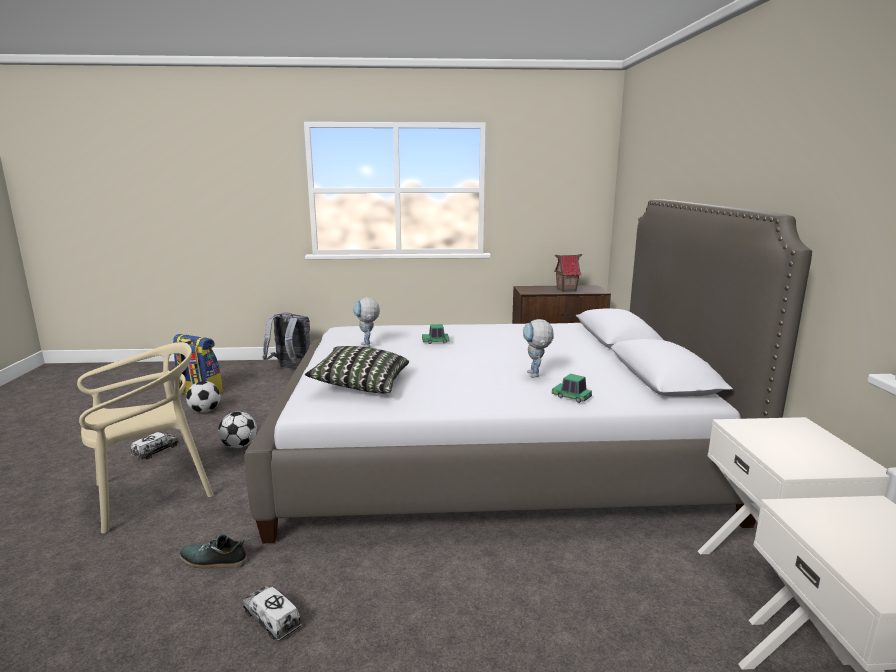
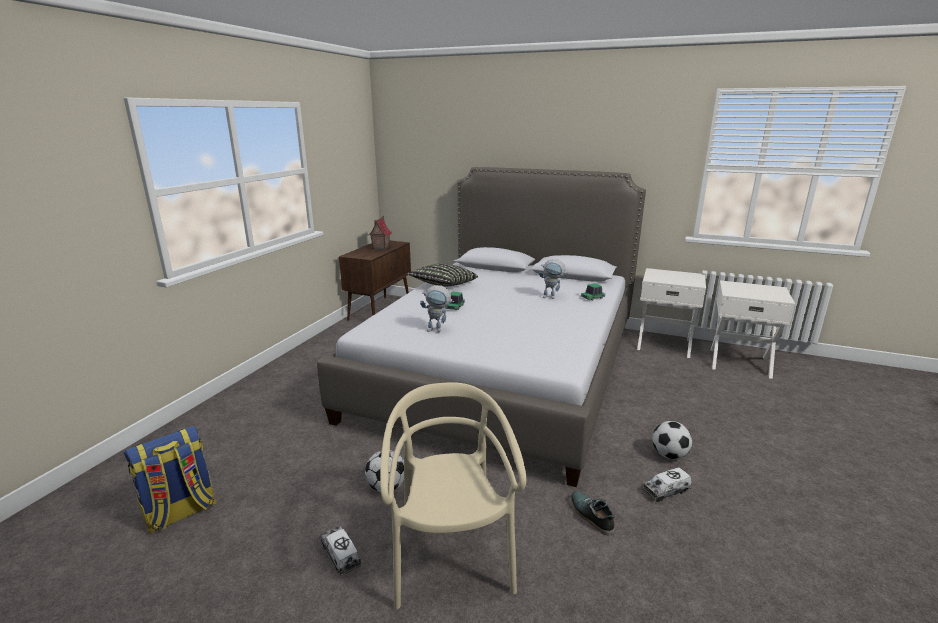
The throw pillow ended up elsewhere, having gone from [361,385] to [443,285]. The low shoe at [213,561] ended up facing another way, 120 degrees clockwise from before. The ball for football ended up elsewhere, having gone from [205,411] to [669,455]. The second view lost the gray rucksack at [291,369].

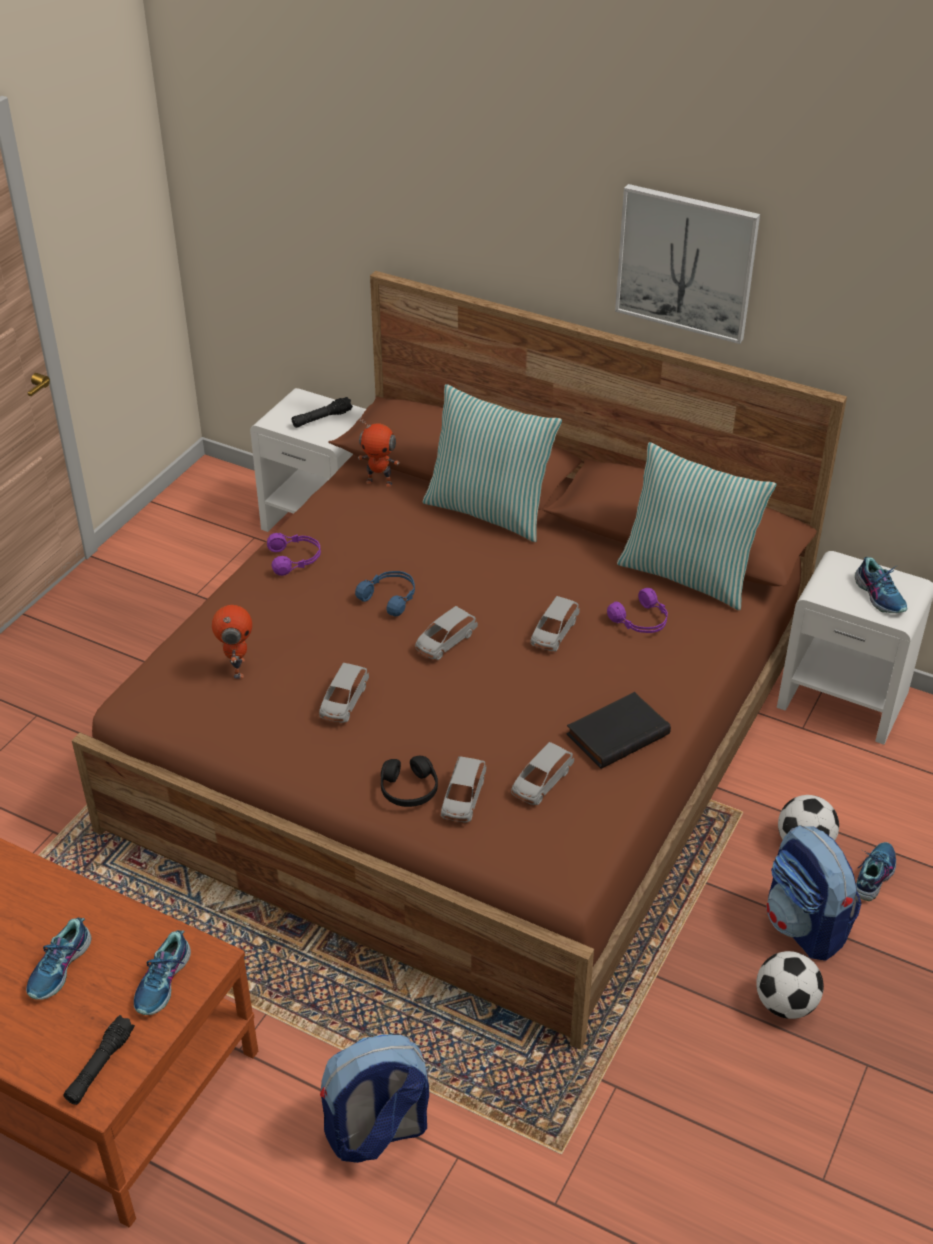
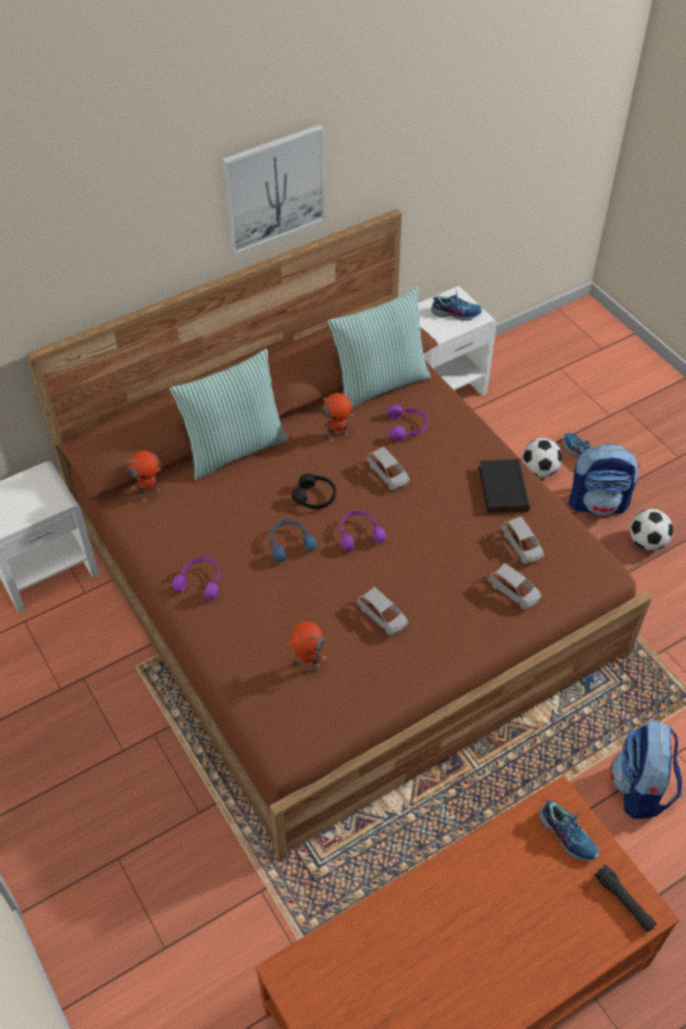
The black headphones ended up elsewhere, having gone from [409,789] to [315,496]. The second view gained the toy robot at [337,435]. Where the gray model car stood at [445,642], the purple headphones came to stand at [359,534]. The second view lost the low shoe at [60,968]. The second view lost the black hand torch at [322,419].

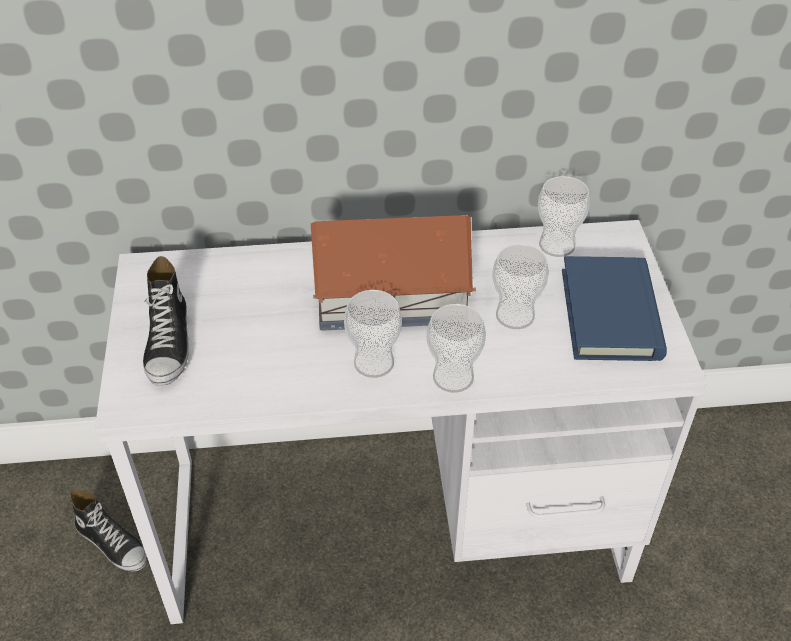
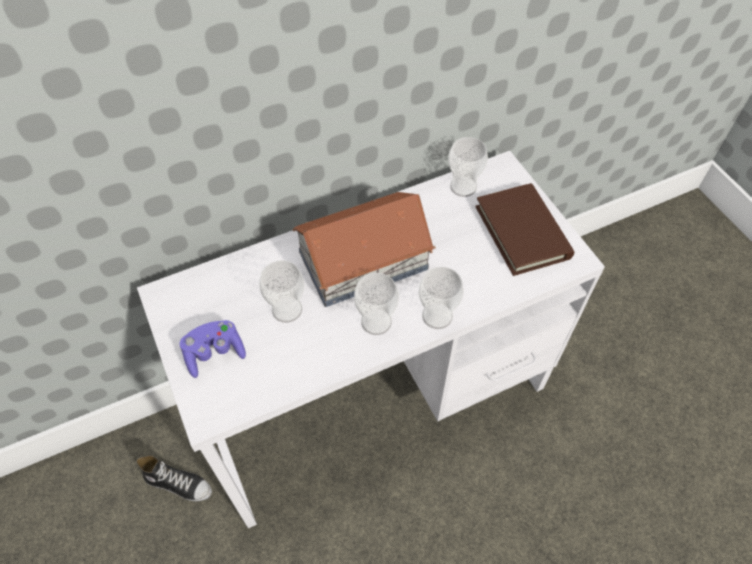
Where the low shoe stood at [169,343], the purple game controller came to stand at [214,353]. The cup ended up elsewhere, having gone from [515,315] to [287,309]. What was the blue bound book at [610,314] turned into the brownish bound book at [522,232].

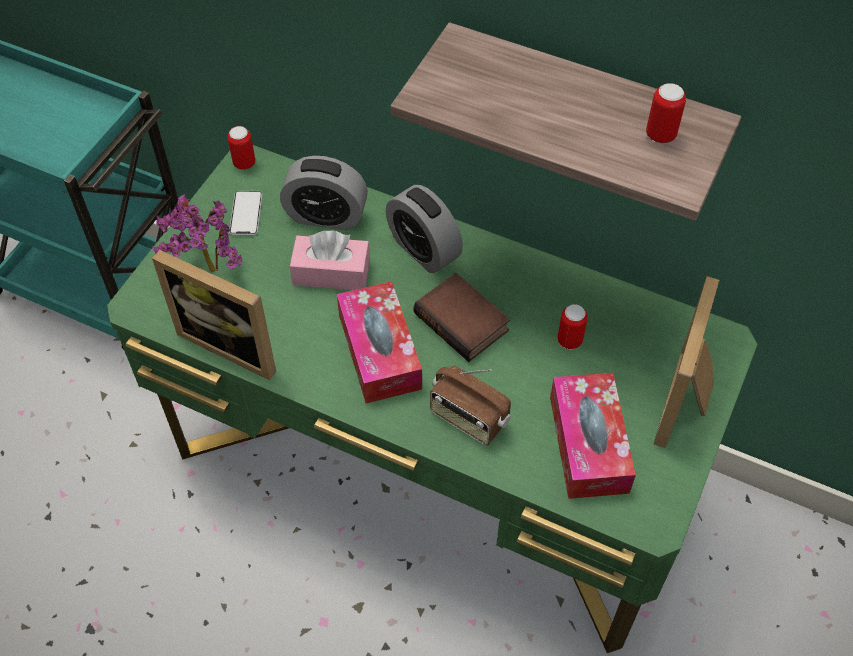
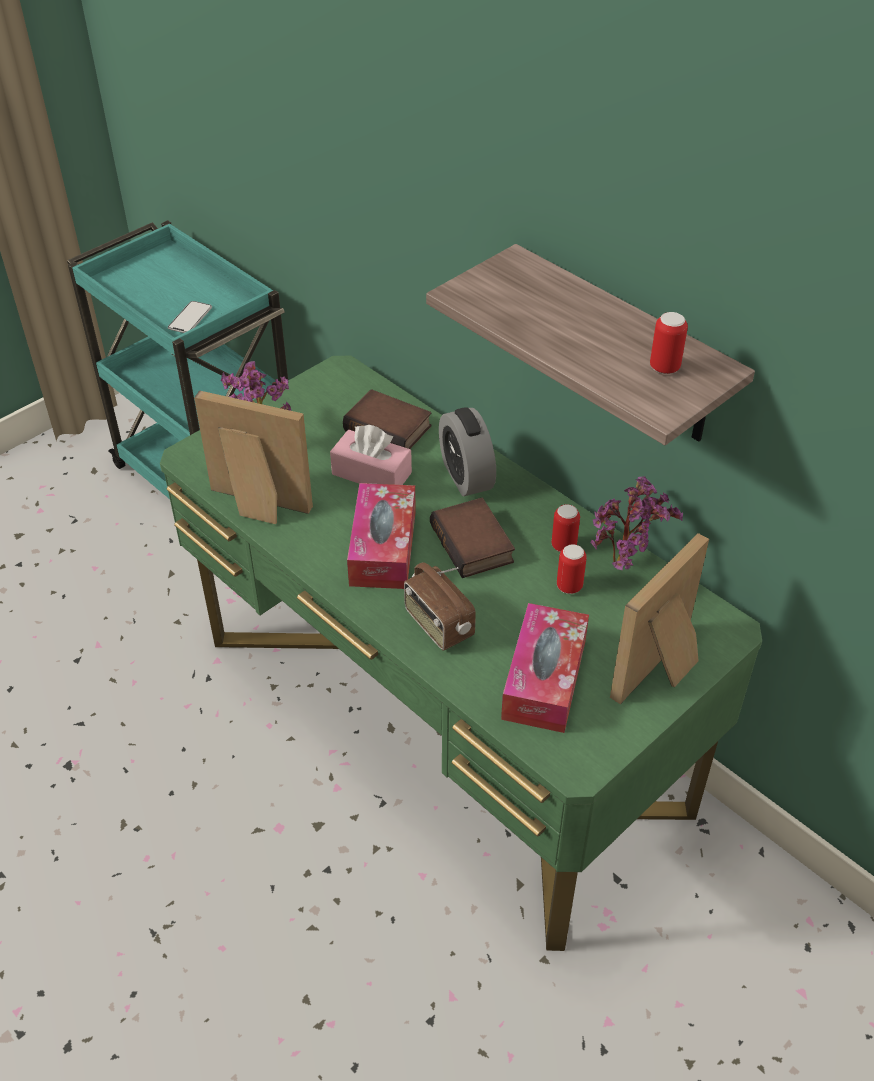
The phone ended up elsewhere, having gone from [246,214] to [190,318]. The standing frame at [233,343] ended up facing another way, 150 degrees clockwise from before. Where the bedside clock stood at [326,216], the bound book came to stand at [390,427]. The metal can ended up elsewhere, having gone from [244,163] to [563,546]. The second view gained the potted plant at [625,566].

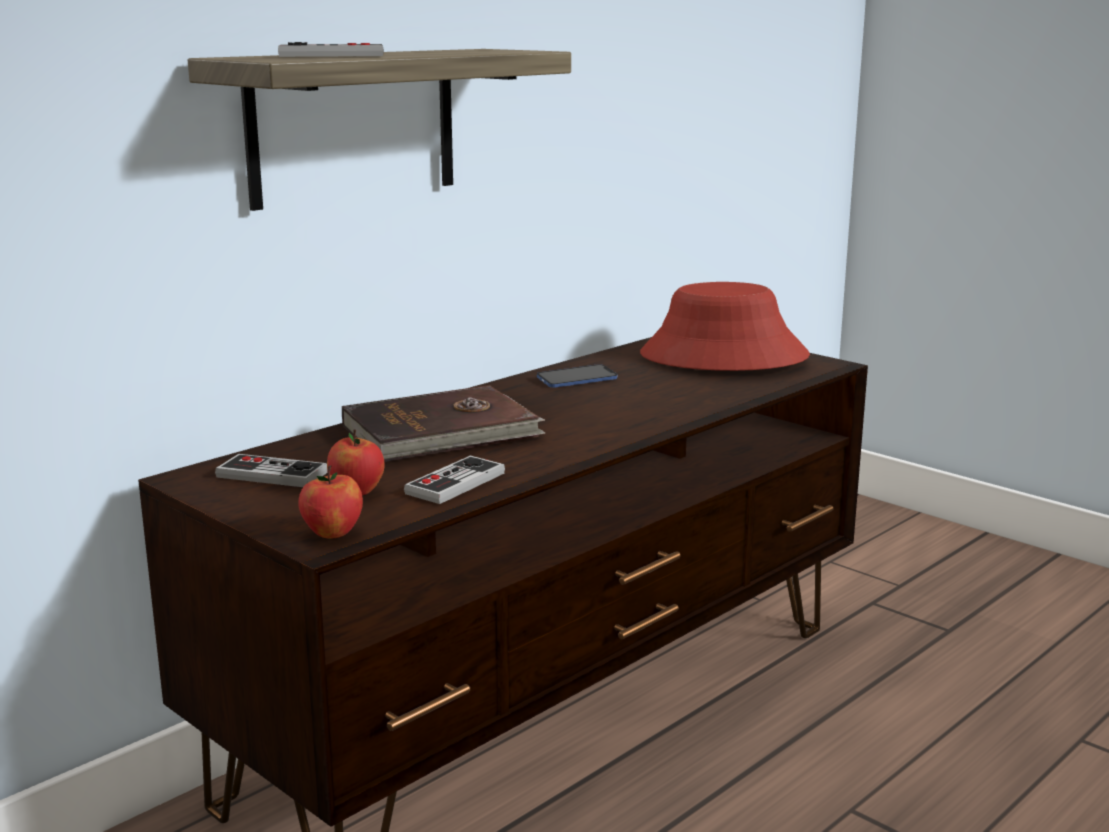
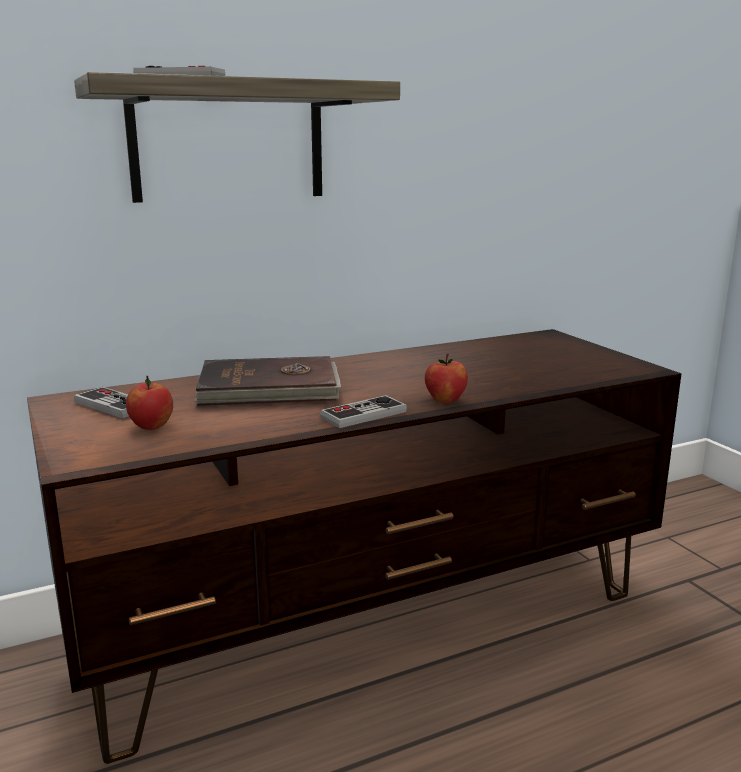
The game controller ended up elsewhere, having gone from [455,483] to [363,414]. The apple fruit ended up elsewhere, having gone from [332,533] to [445,400]. The second view lost the phone at [577,378]. The second view lost the red clothing hat at [723,357].

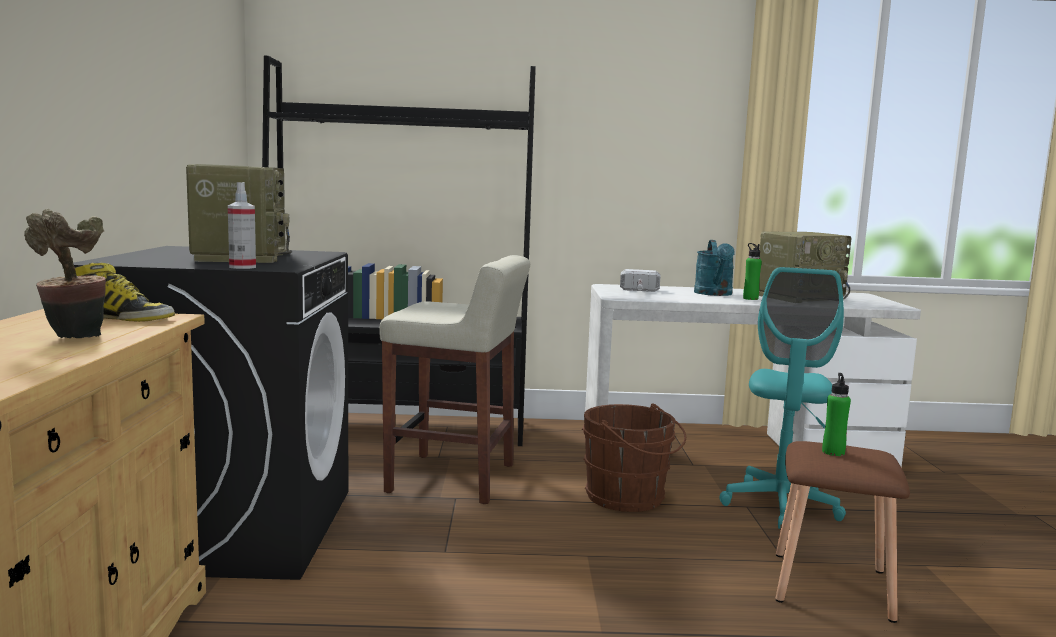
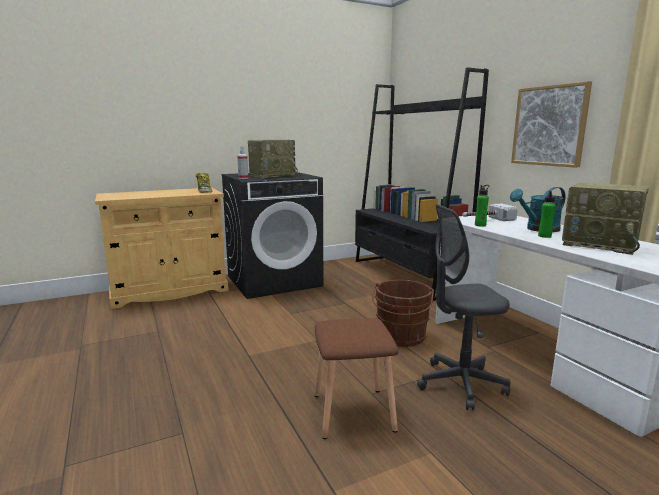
What was the turquoise desk chair at [780,506] turned into the gray desk chair at [461,384]. The green beverage bottle ended up elsewhere, having gone from [833,452] to [480,225]. The second view gained the picture at [549,126]. The second view lost the potted plant at [72,338]. The second view lost the sand-coloured stool at [454,479].

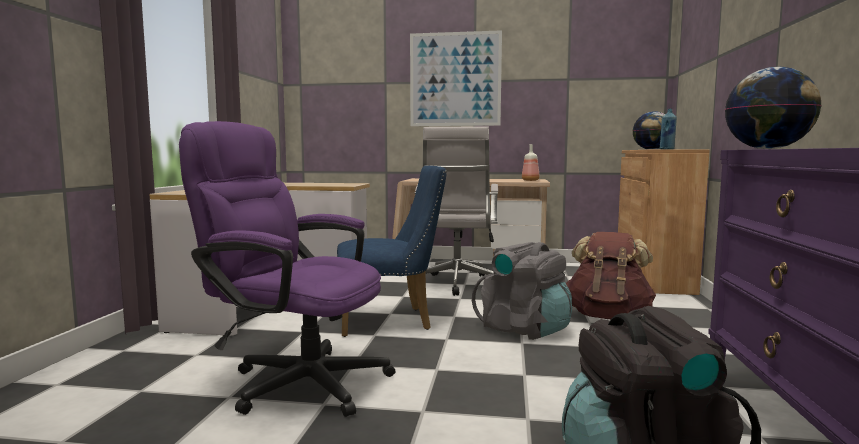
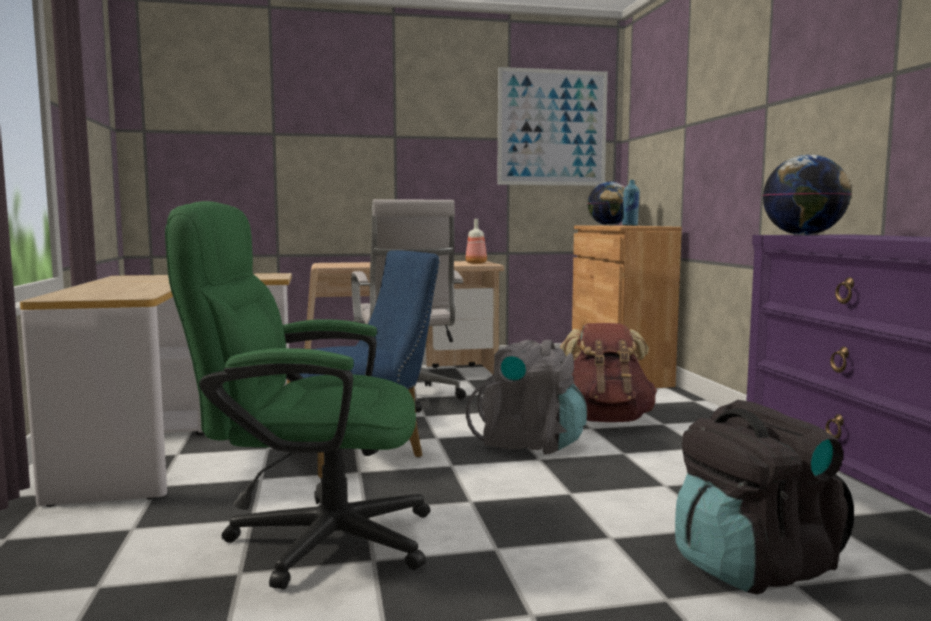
What was the purple desk chair at [296,380] turned into the green desk chair at [311,539]. The picture ended up elsewhere, having gone from [455,79] to [552,128].

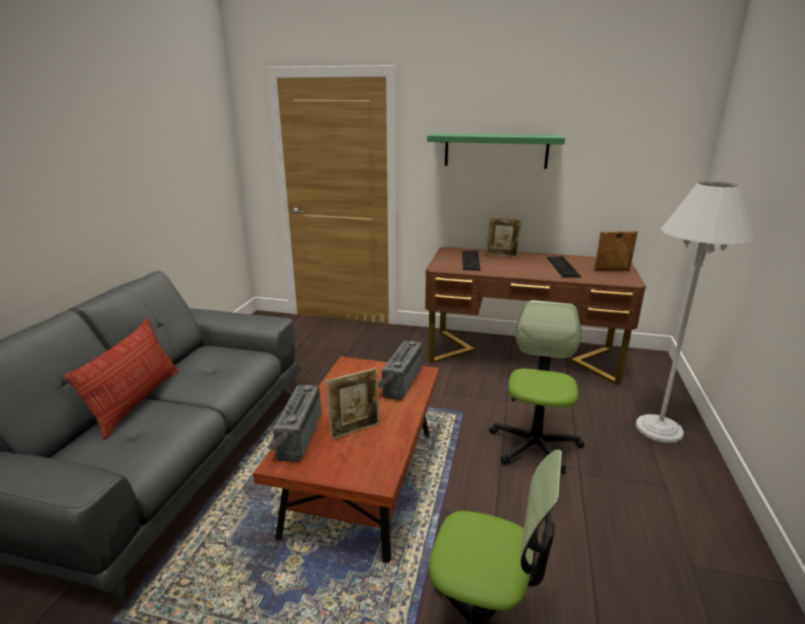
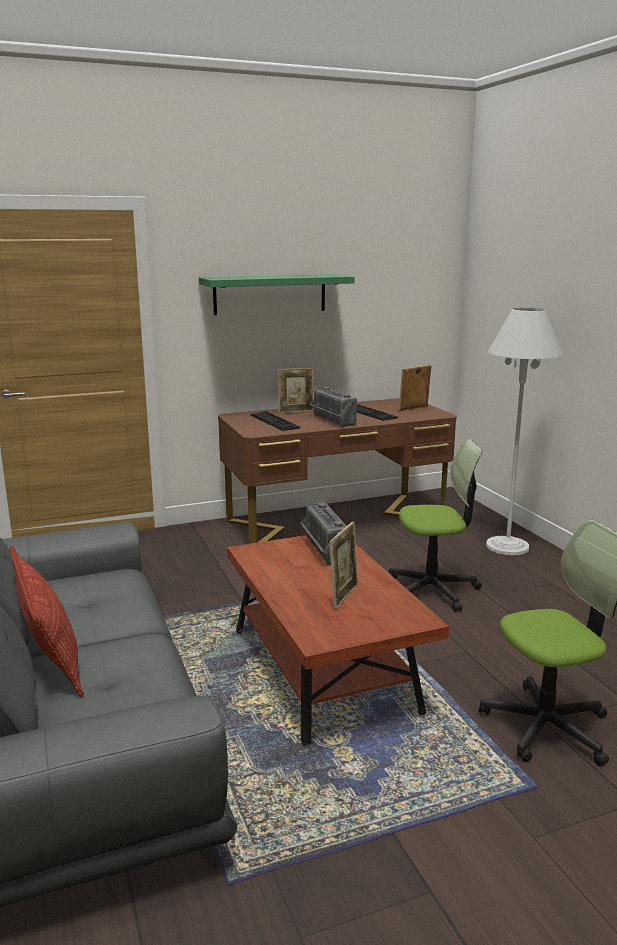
The radio receiver ended up elsewhere, having gone from [295,436] to [331,420]. The desk chair at [534,446] ended up facing another way, 105 degrees clockwise from before.

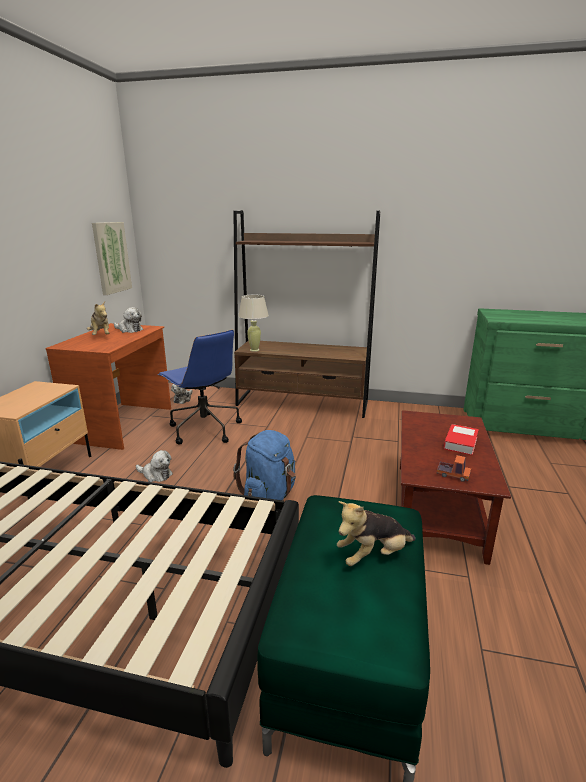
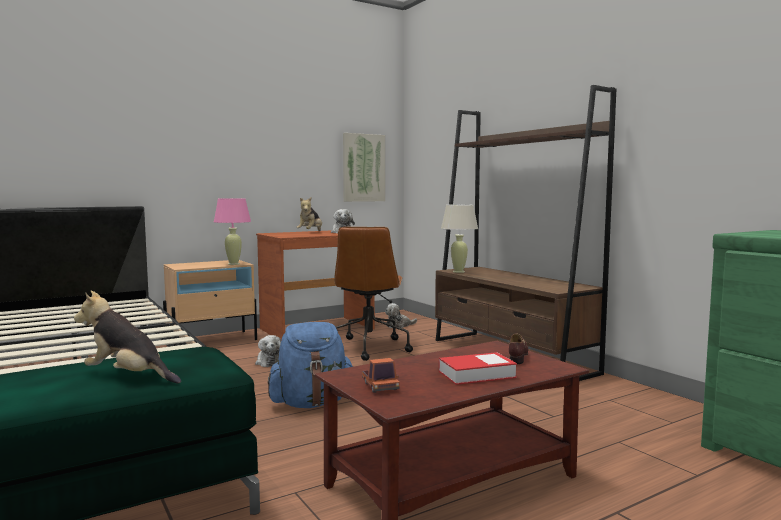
The second view gained the pinkish tabletop lamp at [233,264]. What was the blue desk chair at [204,429] turned into the brownish desk chair at [368,347]. The second view gained the brownish low shoe at [518,356].

